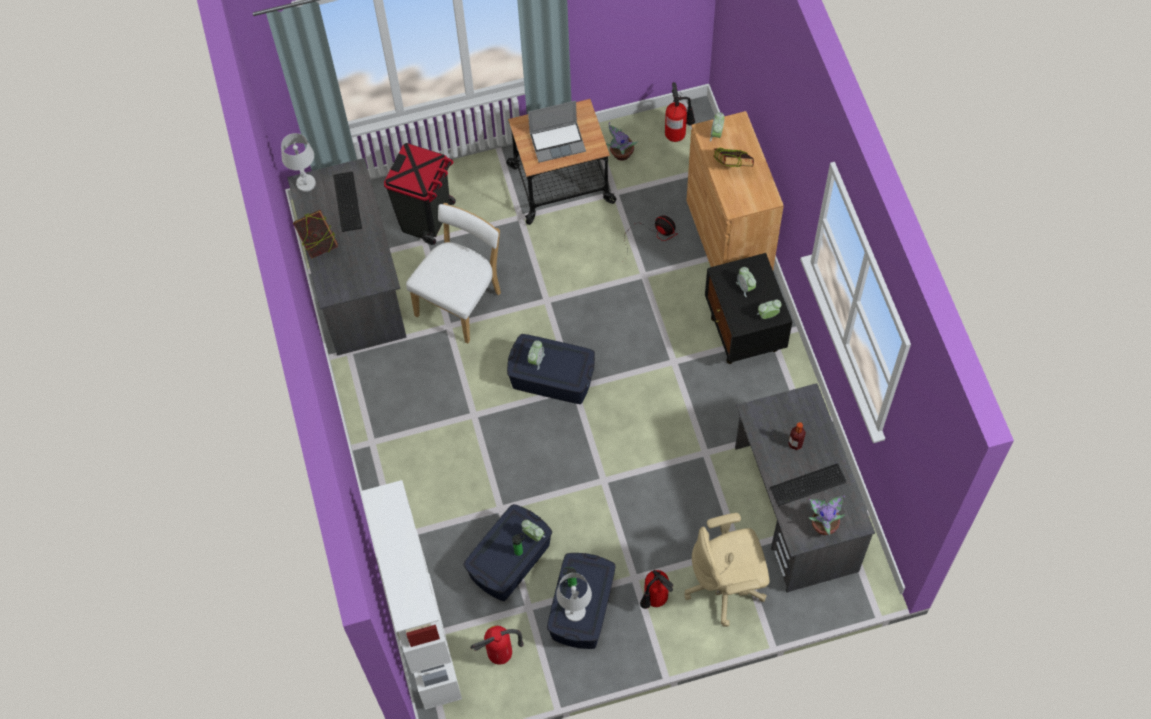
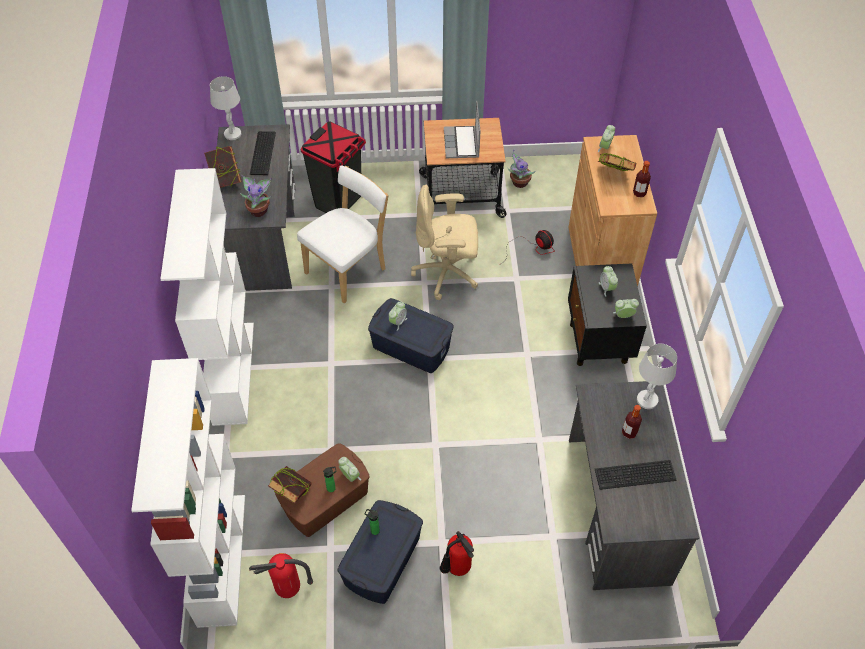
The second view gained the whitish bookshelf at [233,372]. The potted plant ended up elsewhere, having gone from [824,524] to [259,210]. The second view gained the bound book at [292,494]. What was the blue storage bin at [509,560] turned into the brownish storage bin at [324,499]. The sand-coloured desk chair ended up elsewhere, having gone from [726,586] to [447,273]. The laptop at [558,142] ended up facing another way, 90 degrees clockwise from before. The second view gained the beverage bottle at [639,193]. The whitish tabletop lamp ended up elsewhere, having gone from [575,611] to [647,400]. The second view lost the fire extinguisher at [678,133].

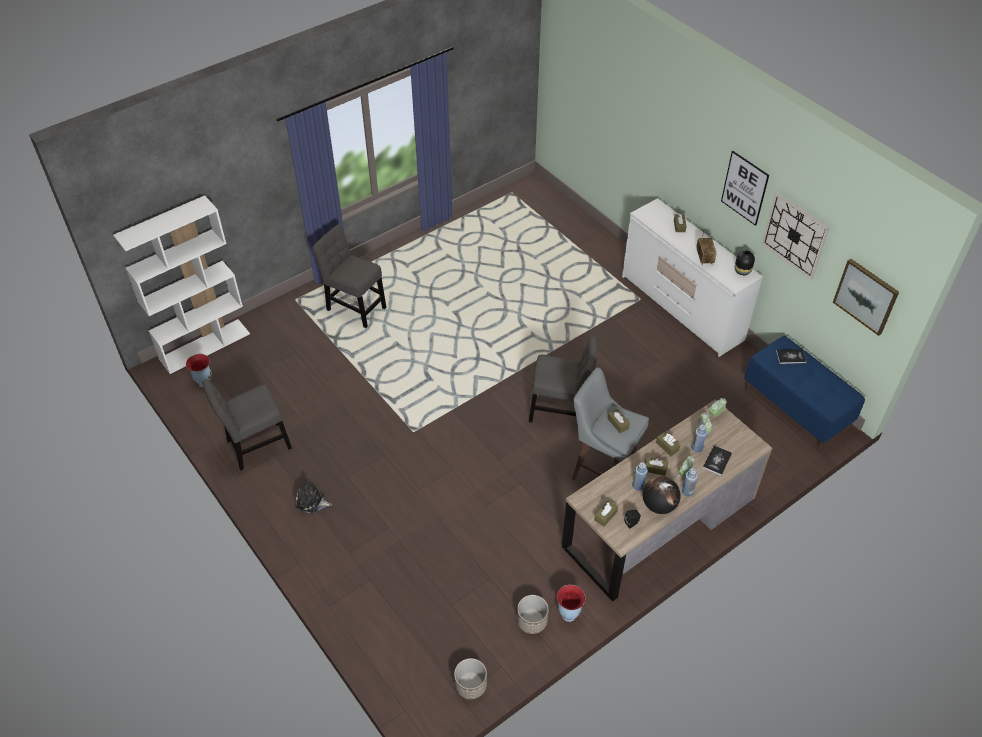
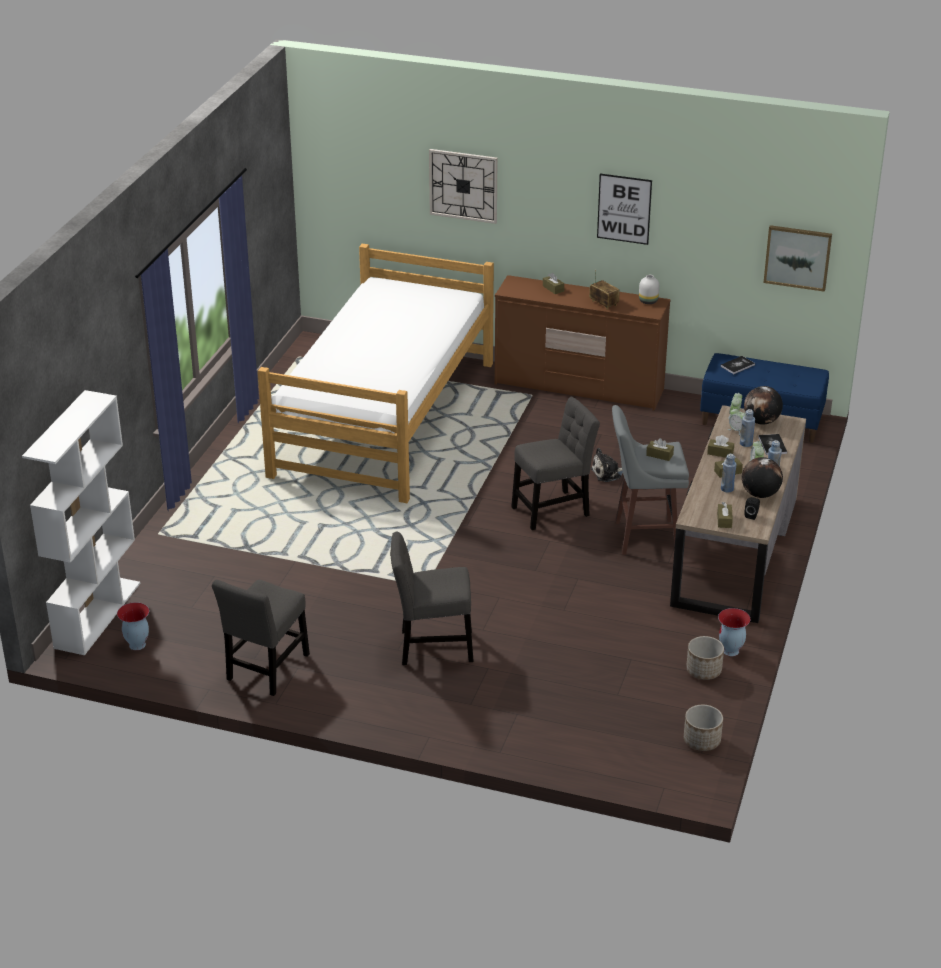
The second view gained the bed at [385,418]. The gray upright chair ended up elsewhere, having gone from [354,307] to [432,647]. The hanging clock ended up elsewhere, having gone from [795,235] to [463,185]. What was the whitish dresser at [682,308] turned into the brownish dresser at [579,387]. The plush toy ended up elsewhere, having gone from [312,502] to [608,473]. What was the black flower vase at [742,271] turned into the whitish flower vase at [648,301]. The second view gained the world globe at [761,422].

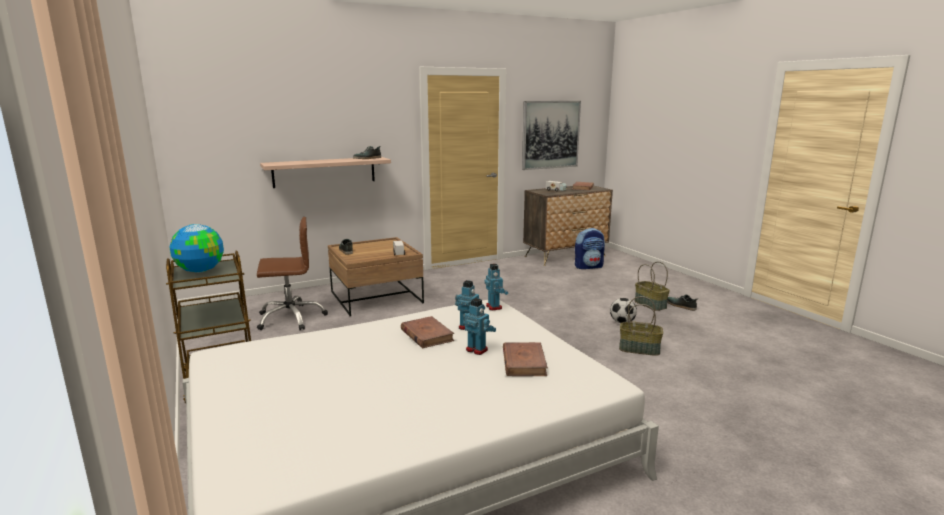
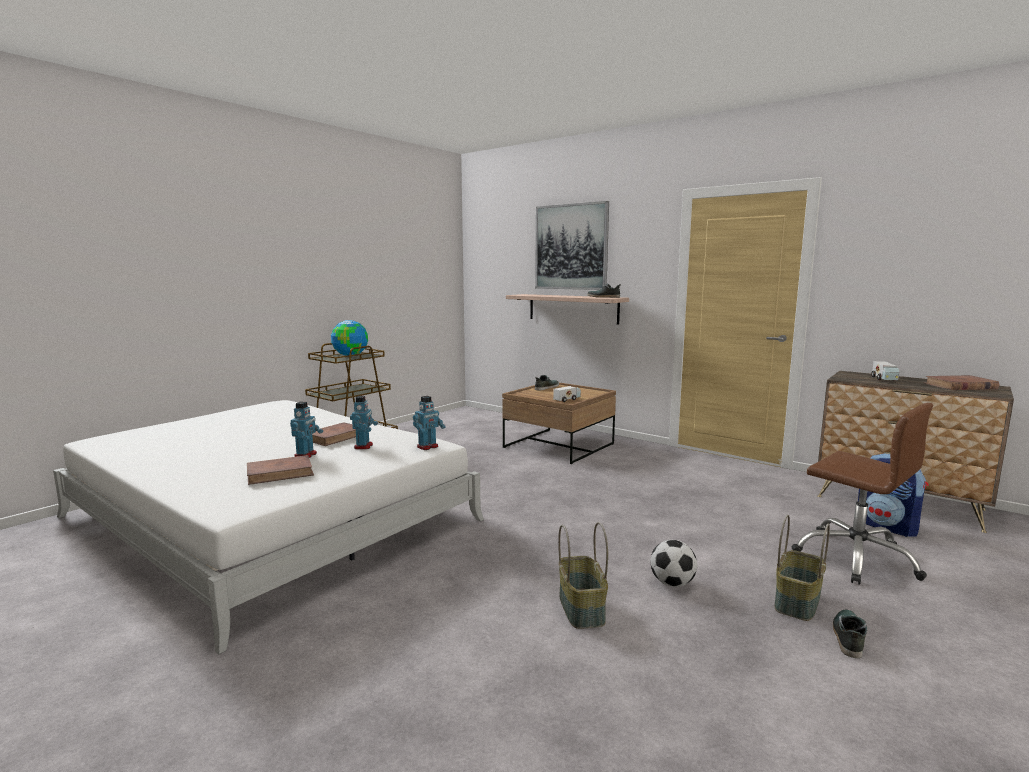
The picture ended up elsewhere, having gone from [550,134] to [571,247]. The brownish desk chair ended up elsewhere, having gone from [291,318] to [856,557].

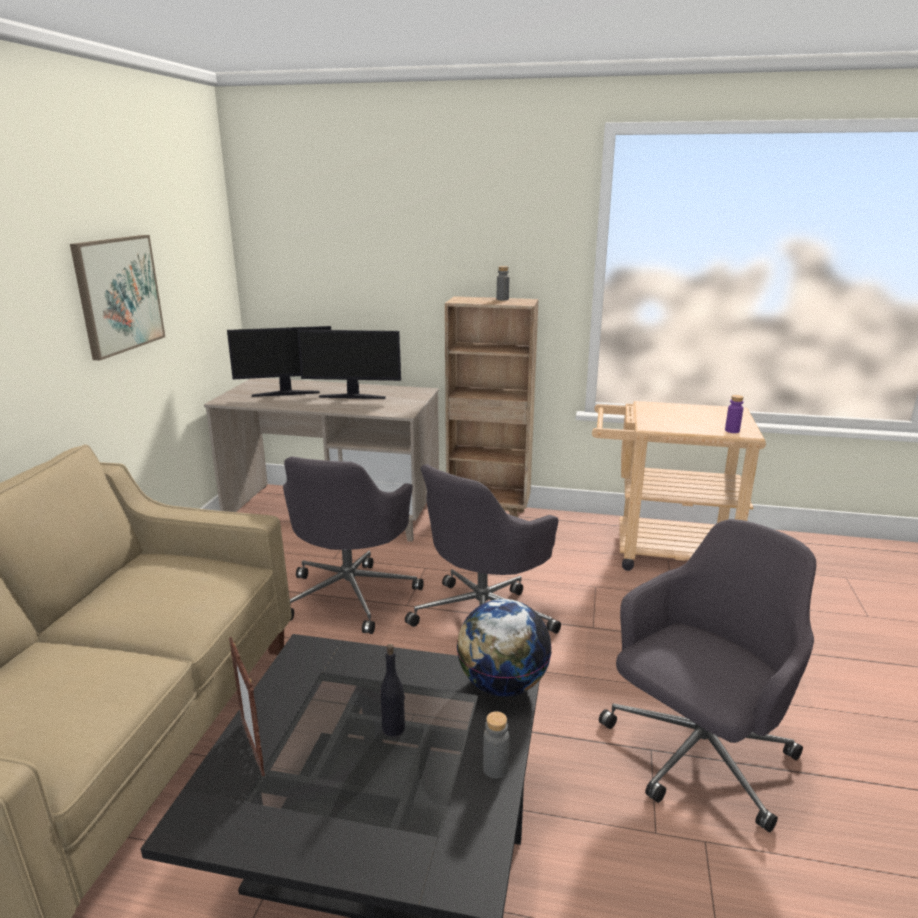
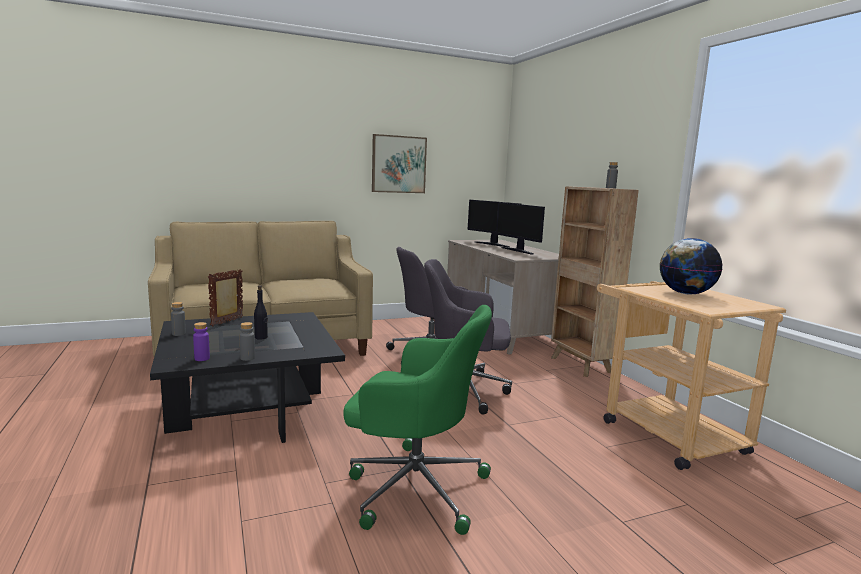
The second view gained the gray beverage bottle at [179,334]. The purple beverage bottle ended up elsewhere, having gone from [732,431] to [202,358]. What was the gray desk chair at [697,756] turned into the green desk chair at [413,487]. The world globe ended up elsewhere, having gone from [502,684] to [686,293].

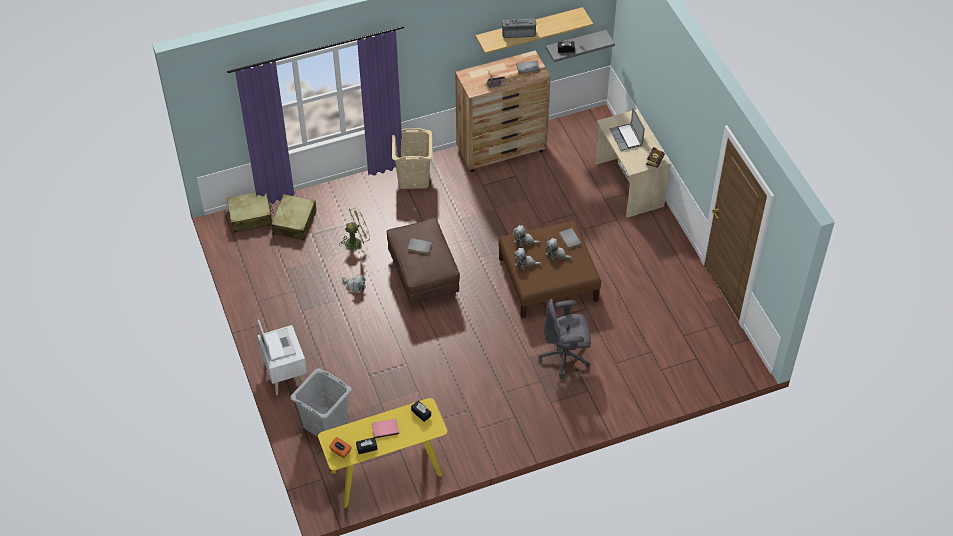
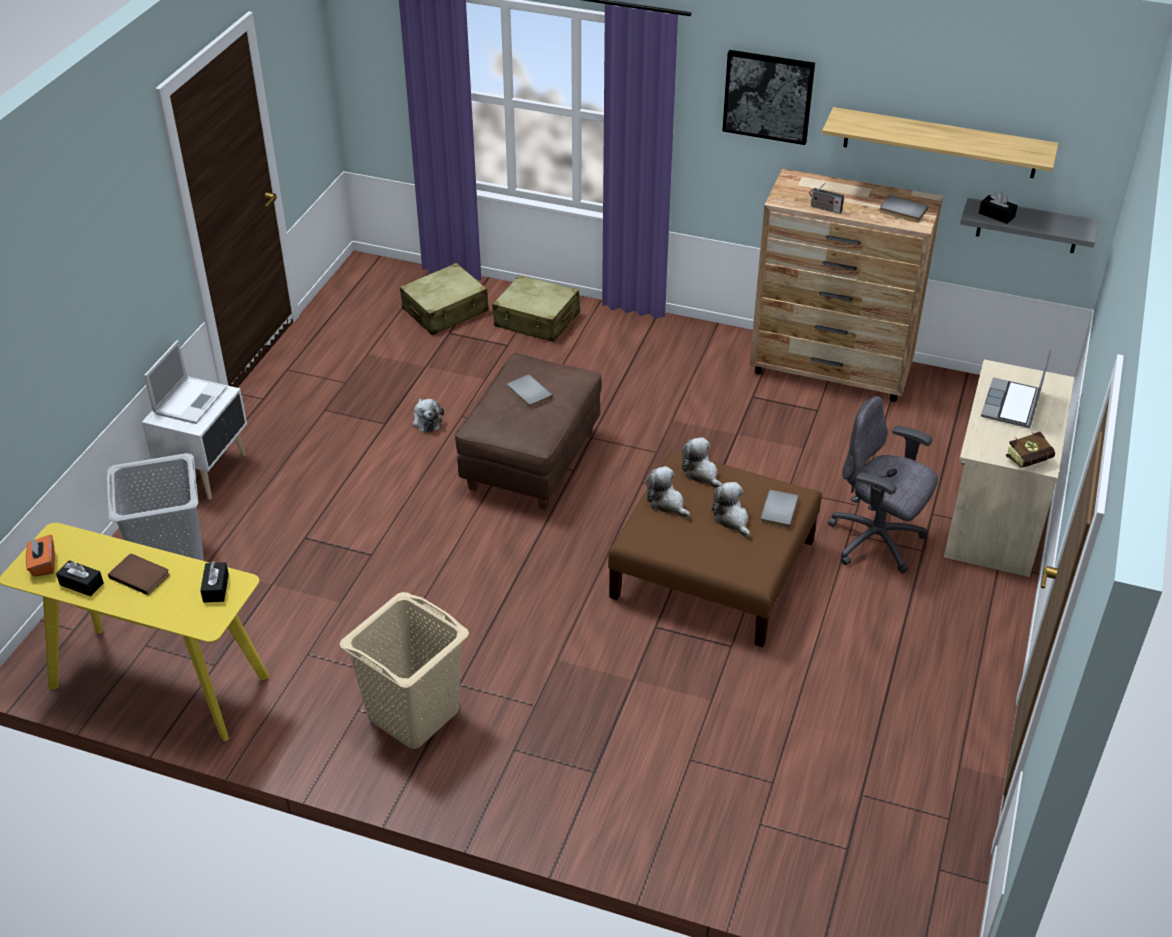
What was the pinkish bound book at [385,428] turned into the brownish bound book at [141,575]. The sand-coloured washing basket ended up elsewhere, having gone from [414,178] to [414,714]. The sand-coloured piece of luggage ended up elsewhere, having gone from [251,217] to [537,320]. The second view gained the picture at [768,96]. The gray desk chair ended up elsewhere, having gone from [565,357] to [877,541]. The second view lost the green fan at [357,242]. The second view lost the radio receiver at [518,33].

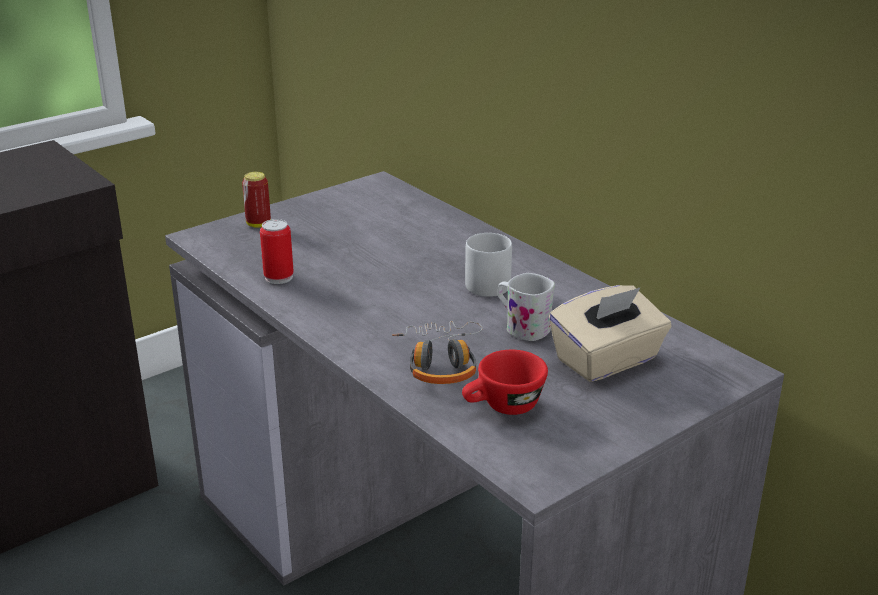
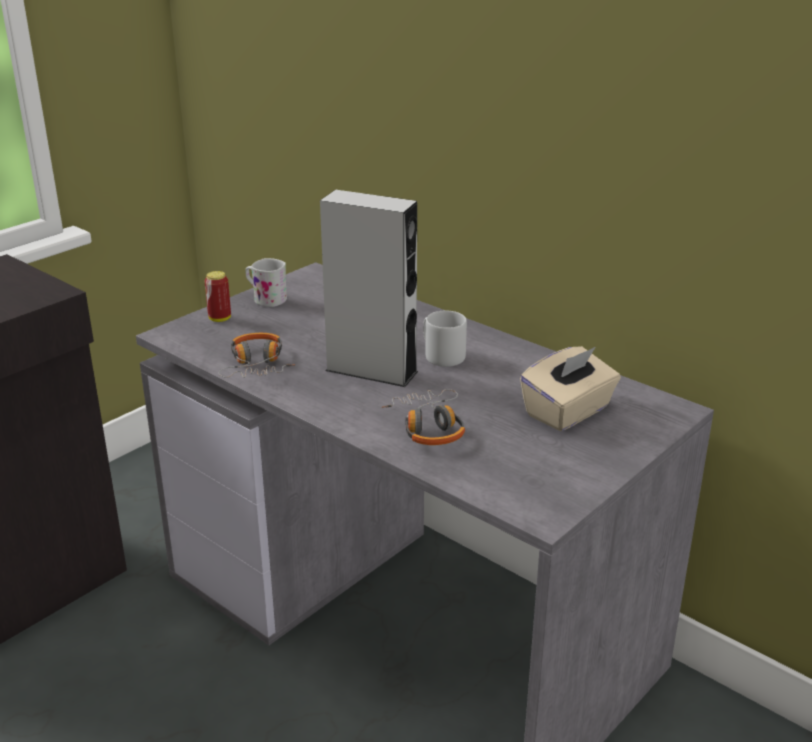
Where the metal can stood at [278,277], the headphones came to stand at [257,365]. The whitish mug ended up elsewhere, having gone from [522,327] to [266,299]. The second view gained the gray audio speaker at [371,371]. The second view lost the red cup at [503,407].

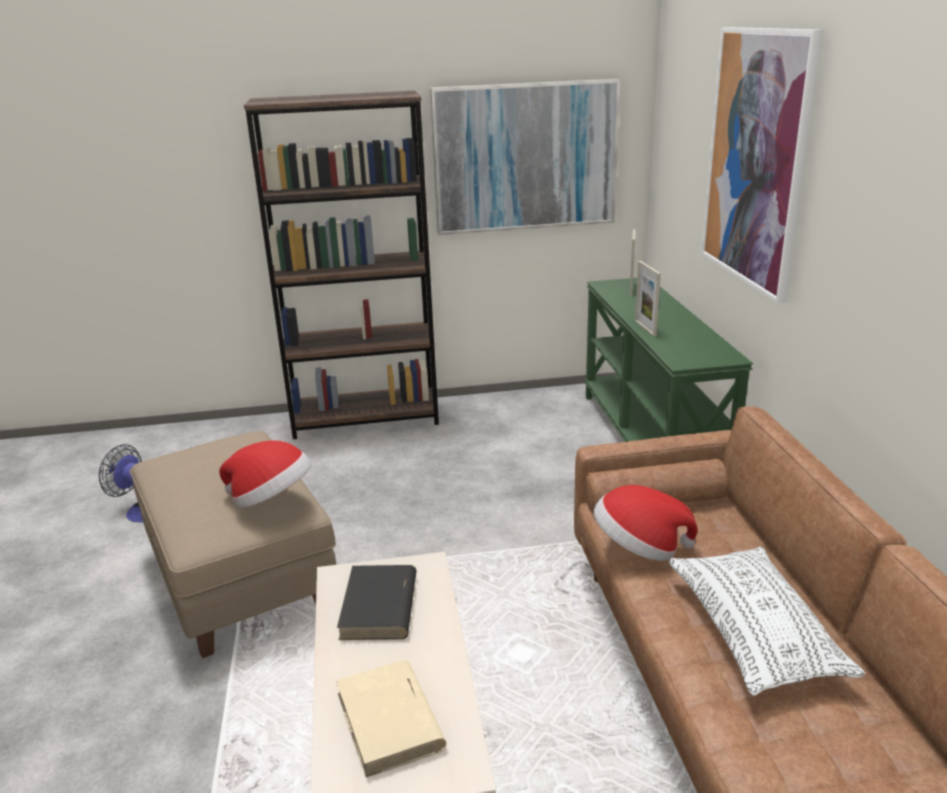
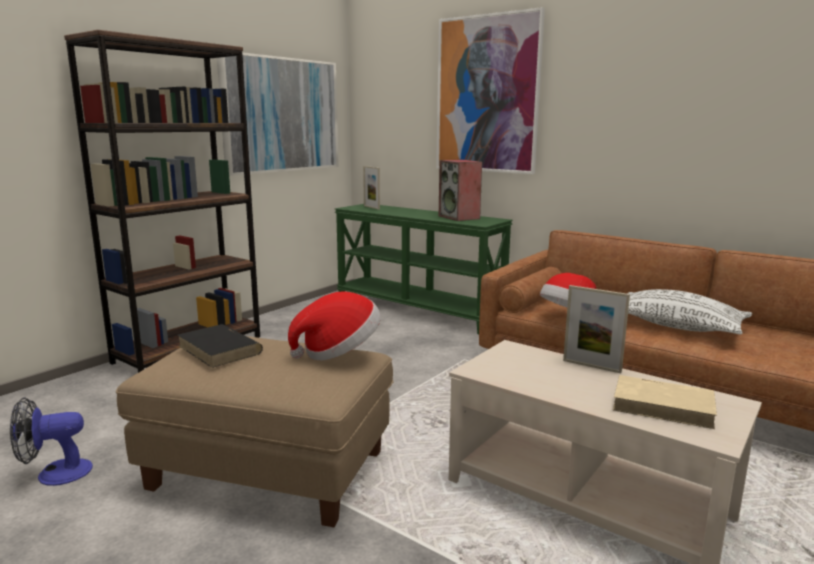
The black bound book ended up elsewhere, having gone from [379,607] to [220,349]. The second view gained the audio speaker at [459,217]. The standing frame ended up elsewhere, having gone from [645,328] to [591,366].

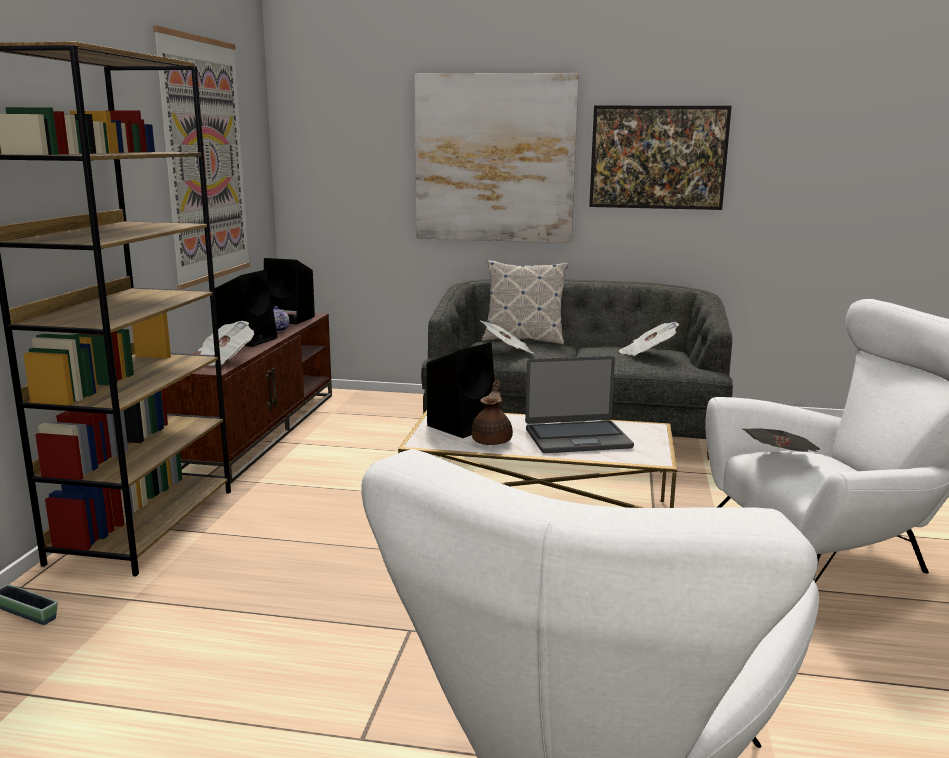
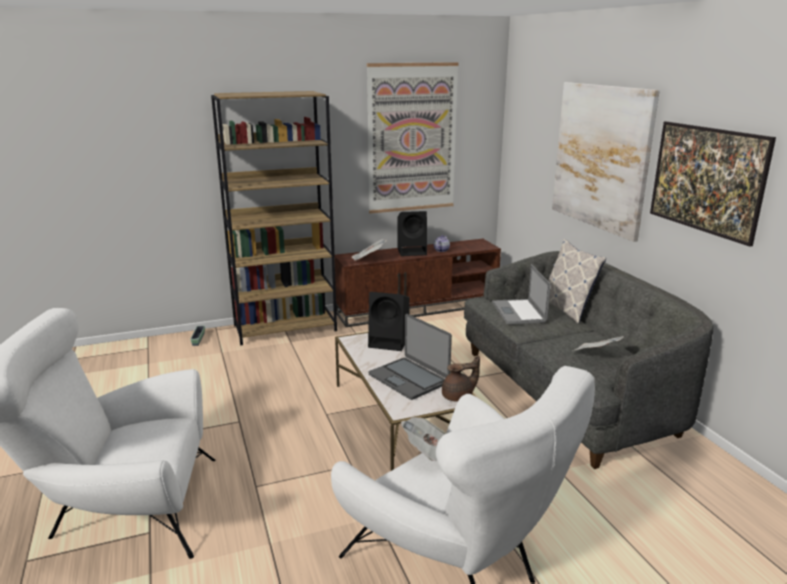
The brownish teapot ended up elsewhere, having gone from [493,440] to [458,396]. Where the daily paper stood at [507,351], the laptop came to stand at [518,312]. The second view lost the black audio speaker at [291,319].

